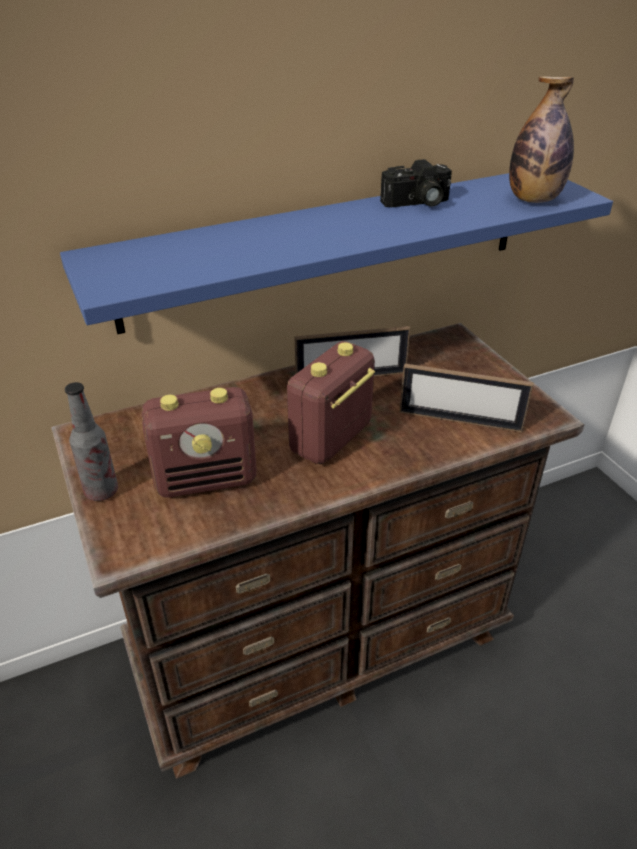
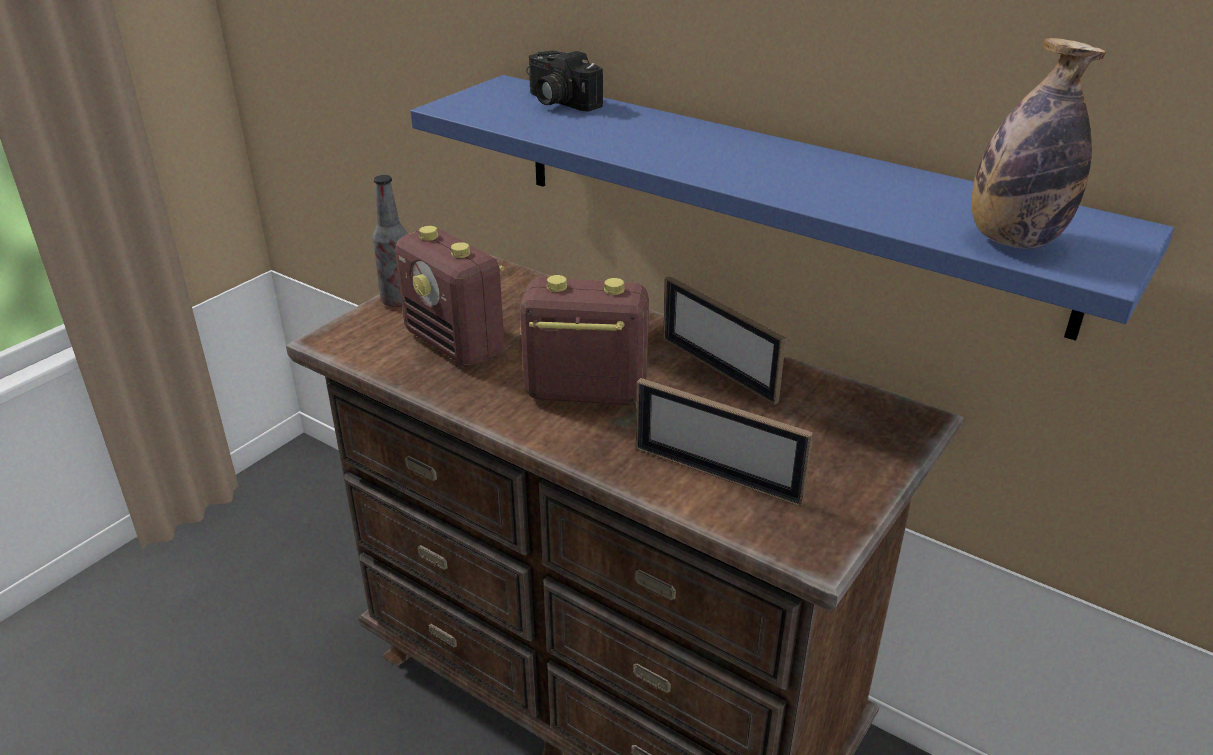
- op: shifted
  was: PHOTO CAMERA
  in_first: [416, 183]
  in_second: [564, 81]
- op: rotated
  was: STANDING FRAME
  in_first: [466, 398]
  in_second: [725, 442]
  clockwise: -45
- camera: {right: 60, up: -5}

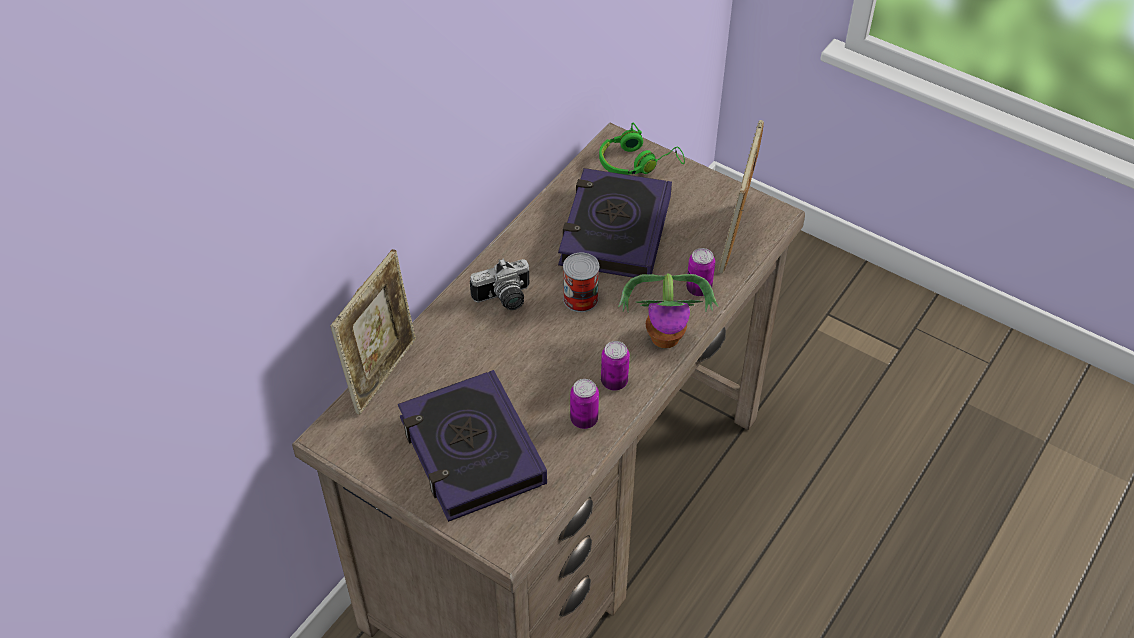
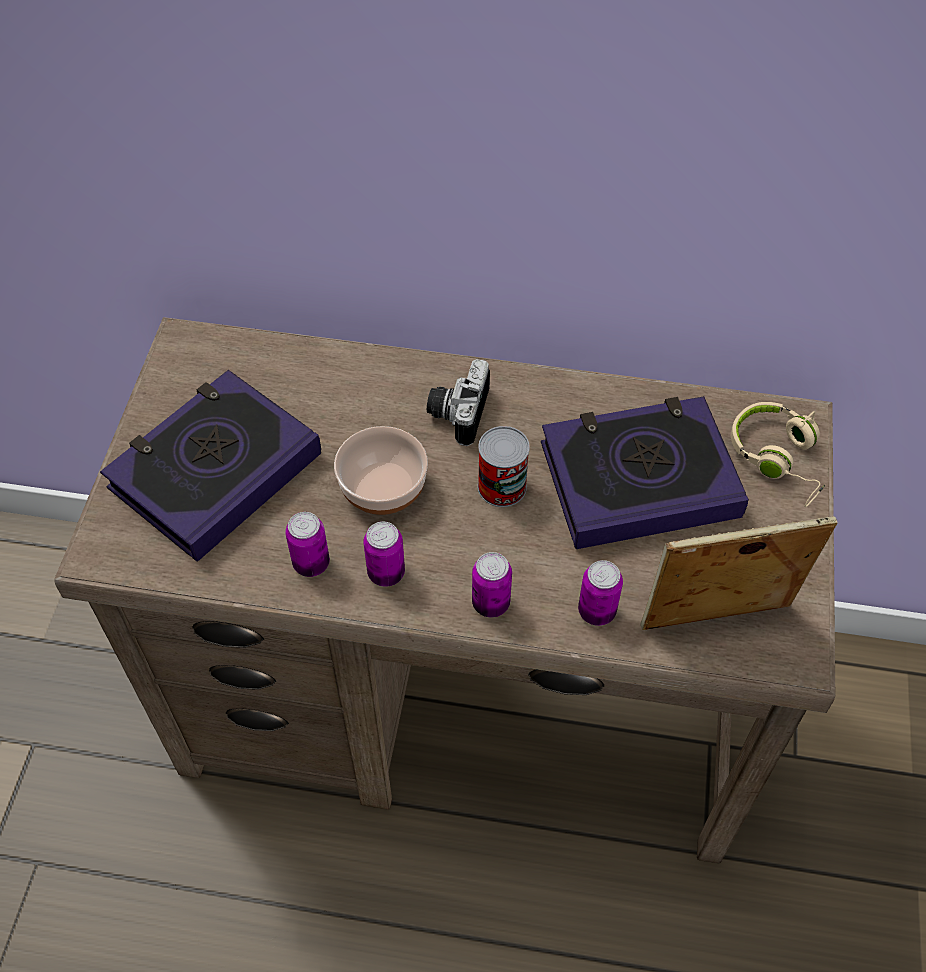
- op: gone
  was: STANDING FRAME
  in_first: [373, 332]
- op: new
  now: SERVING BOWL
  in_second: [381, 470]
- op: swapped
  was: PLANT IN A POT
  now: METAL CAN
  in_first: [668, 310]
  in_second: [492, 584]
- op: repainted
  was: GREEN-COLOURED HEADSET
  now: SAND-COLOURED HEADSET
  in_first: [642, 149]
  in_second: [778, 454]
- op: rotated
  was: PHOTO CAMERA
  in_first: [500, 284]
  in_second: [458, 402]
  clockwise: 60
- camera: {right: 65, up: 5}

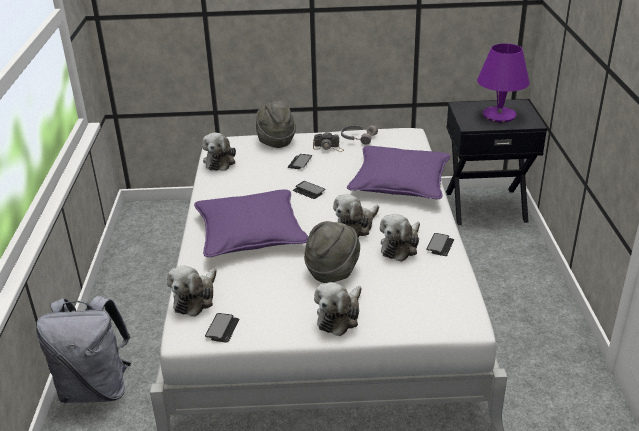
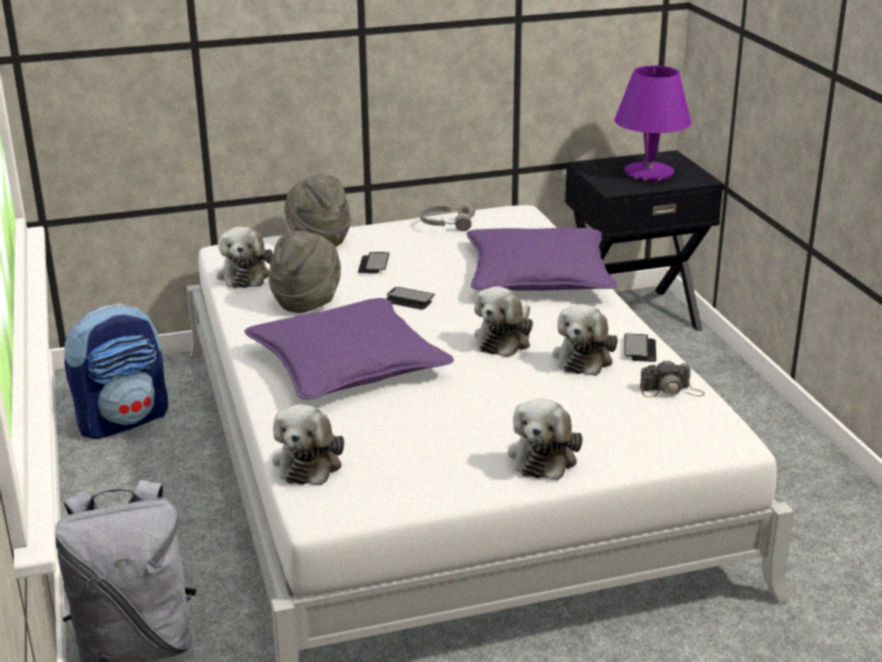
- op: gone
  was: TELEPHONE
  in_first: [222, 328]
- op: new
  now: BACKPACK
  in_second: [116, 371]
- op: shifted
  was: GREYISH CLOTHING HAT
  in_first: [332, 252]
  in_second: [304, 272]
- op: shifted
  was: PHOTO CAMERA
  in_first: [328, 142]
  in_second: [672, 378]
- camera: {right: -15, up: -5}

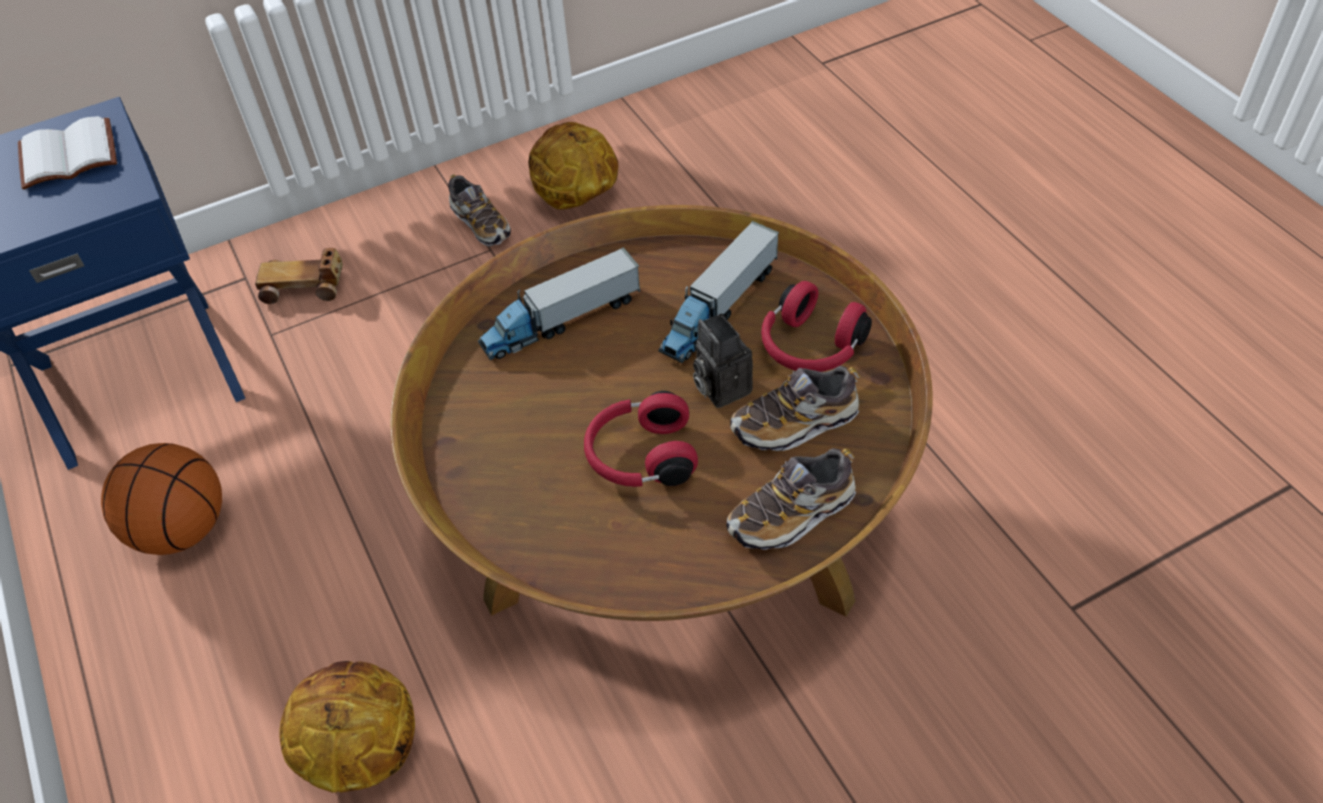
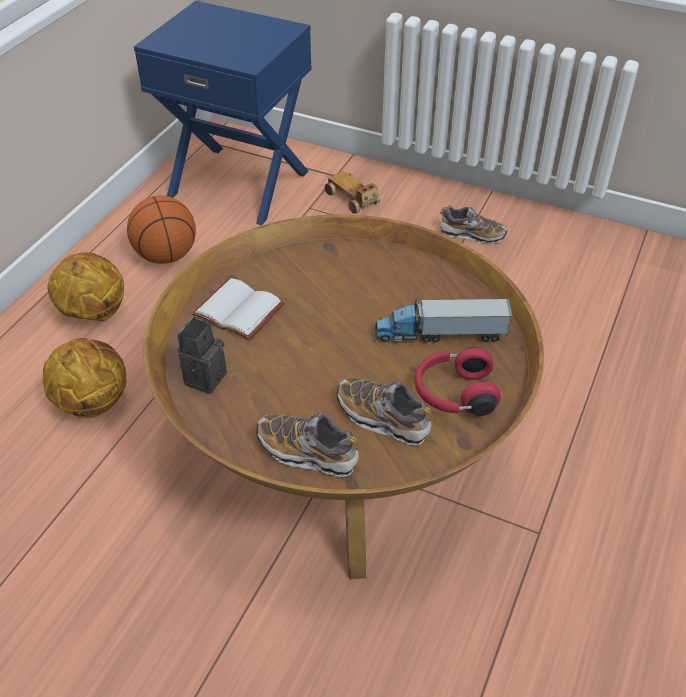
- op: gone
  was: TOY LORRY
  in_first: [559, 303]
- op: gone
  was: RED-COLOURED HEADSET
  in_first: [641, 439]
- op: shifted
  was: WHITISH VOLUME
  in_first: [67, 153]
  in_second: [238, 309]
- op: shifted
  was: BASKETBALL BALL
  in_first: [573, 166]
  in_second: [86, 286]
- op: shifted
  was: PHOTO CAMERA
  in_first: [723, 360]
  in_second: [202, 355]
- op: rotated
  was: SHOE
  in_first: [479, 210]
  in_second: [473, 225]
  clockwise: -90
- camera: {right: 50, up: -5}

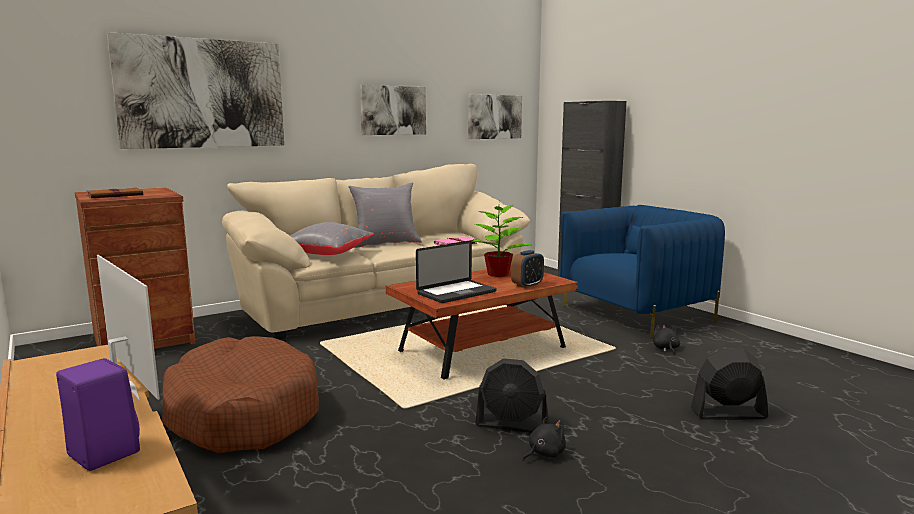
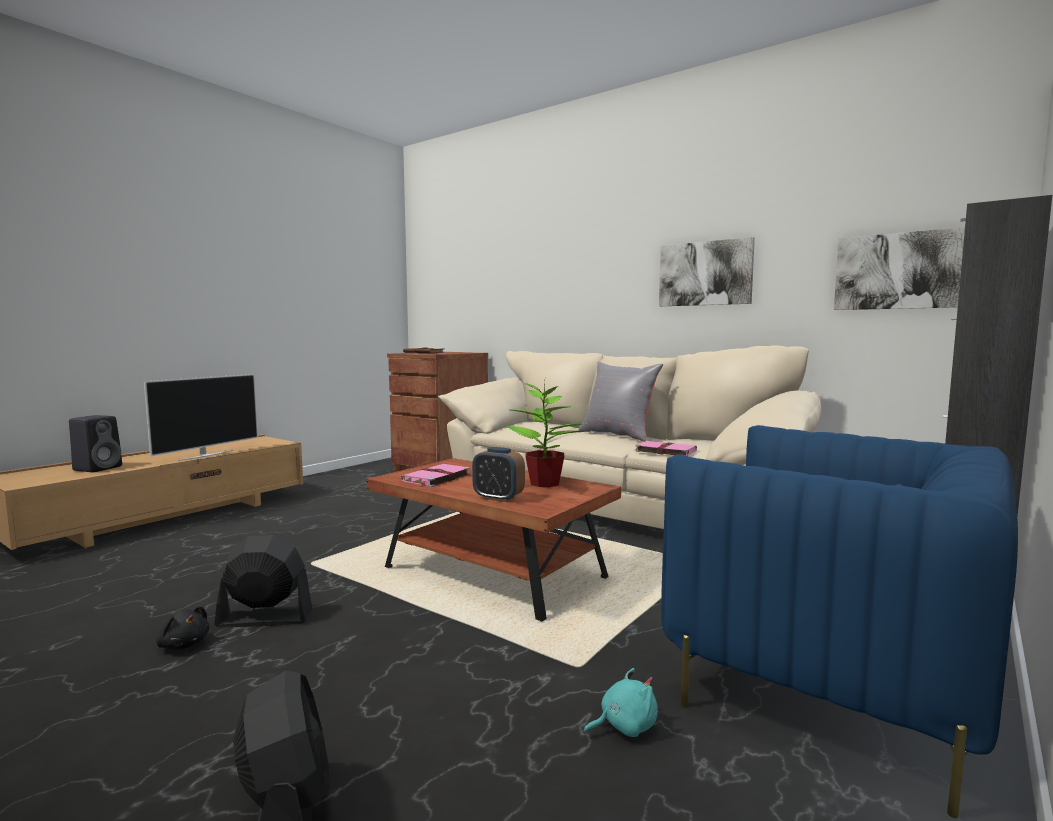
- op: gone
  was: WALL PICTURE
  in_first: [195, 90]
- op: gone
  was: BROWN-COLOURED PET BED
  in_first: [240, 394]
- op: gone
  was: GREYISH PILLOW
  in_first: [332, 238]
- op: swapped
  was: LAPTOP
  now: PINK-COLOURED VOLUME
  in_first: [456, 272]
  in_second: [435, 475]
- op: repainted
  was: PURPLISH SPEAKER
  now: BLACK SPEAKER
  in_first: [98, 414]
  in_second: [95, 443]
- op: repainted
  was: BLACK CUDDLY TOY
  now: BLUE-GREEN CUDDLY TOY
  in_first: [666, 340]
  in_second: [620, 702]
- op: rotated
  was: BLACK ELECTRIC FAN
  in_first: [512, 395]
  in_second: [263, 581]
  clockwise: 90
- camera: {right: 70, up: -5}

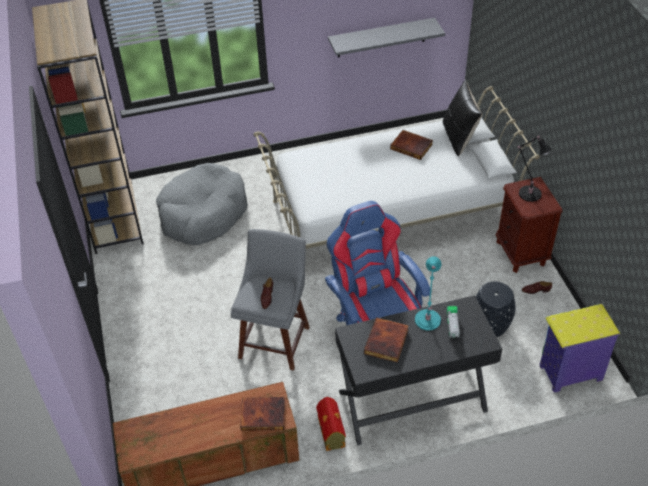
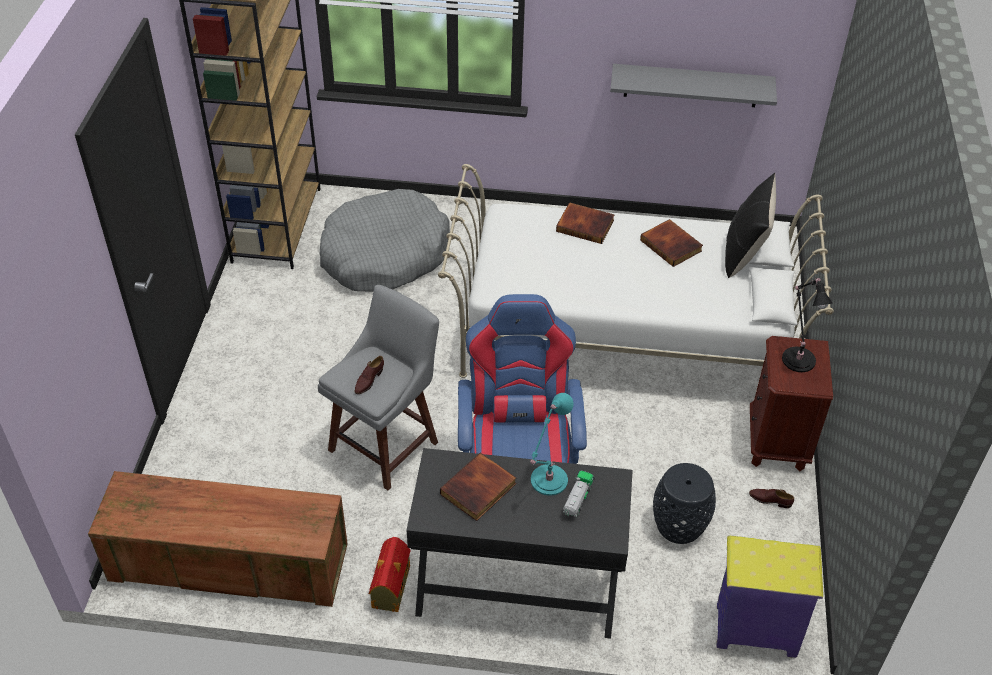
- op: shifted
  was: VOLUME
  in_first: [262, 414]
  in_second: [585, 223]
- camera: {right: 20, up: 0}

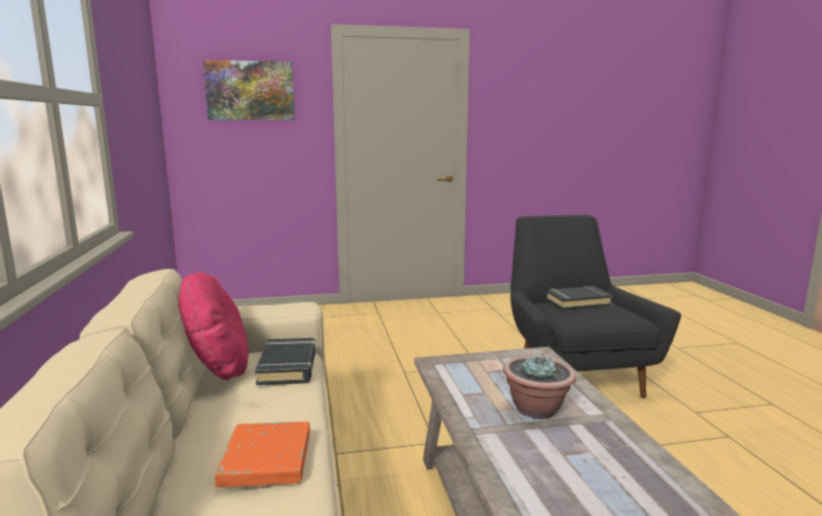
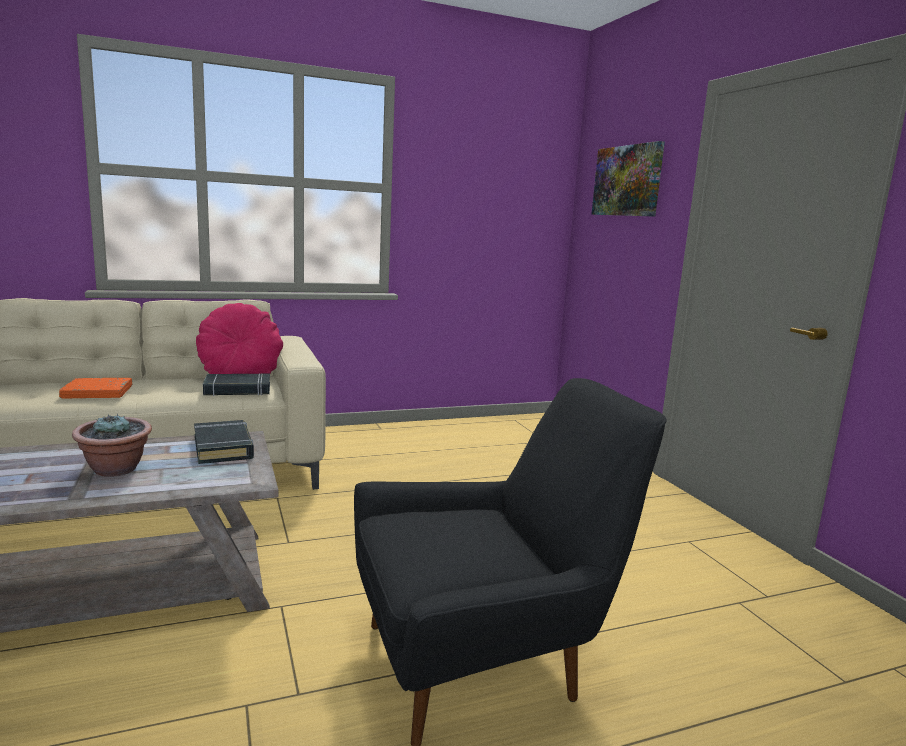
- op: shifted
  was: BLACK VOLUME
  in_first: [579, 298]
  in_second: [224, 442]
- camera: {right: 80, up: 0}

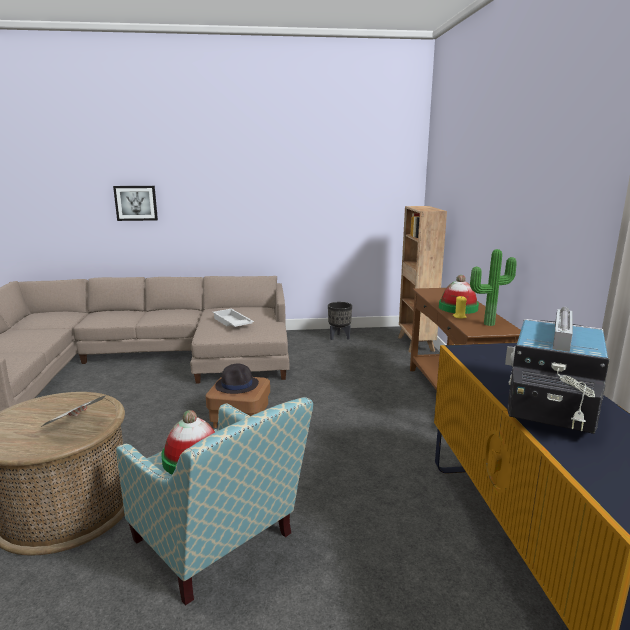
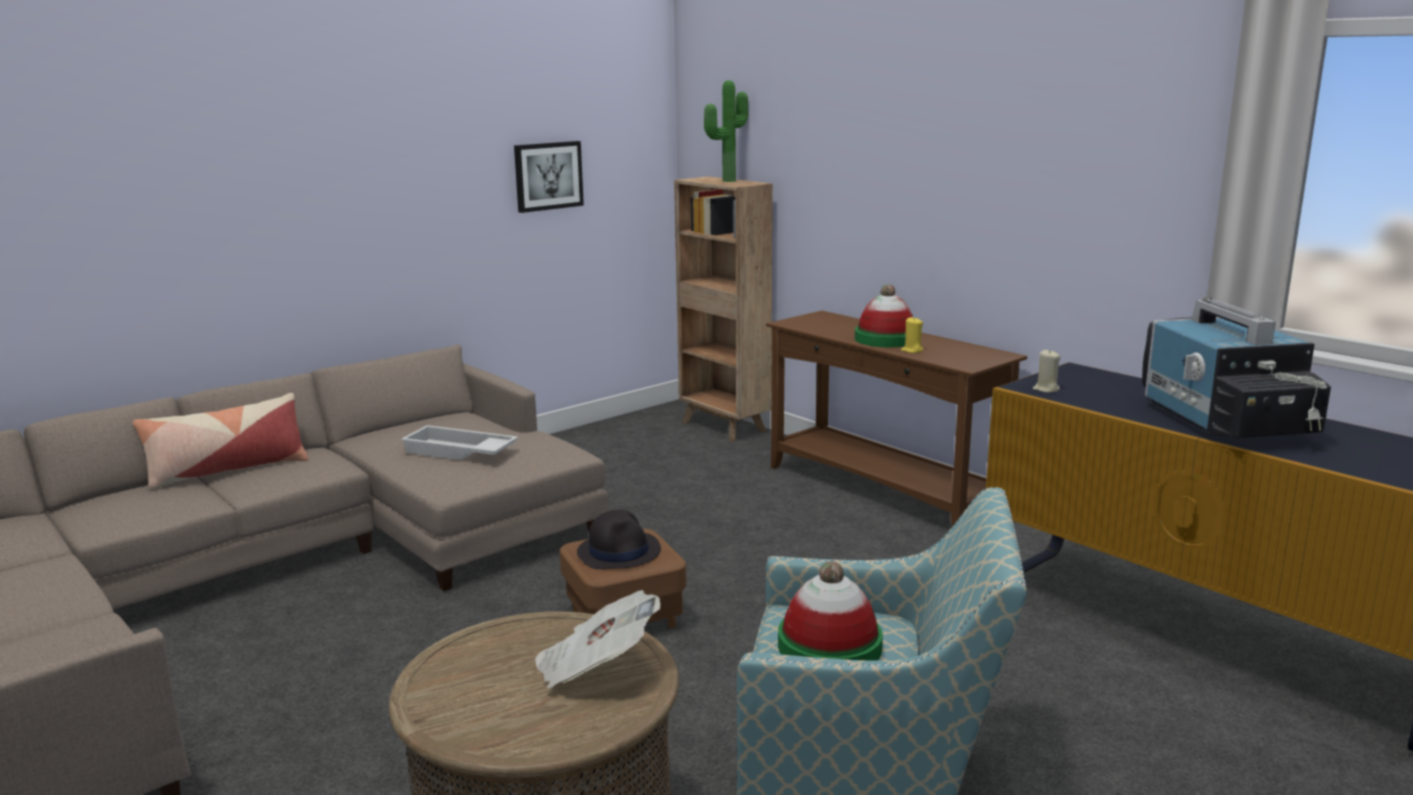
- op: gone
  was: BLACK PLANTER
  in_first: [340, 321]
- op: new
  now: PILLOW
  in_second: [220, 441]
- op: new
  now: SAND-COLOURED WAX CANDLE
  in_second: [1046, 371]
- op: shifted
  was: WALL PICTURE
  in_first: [135, 203]
  in_second: [549, 177]
- op: shifted
  was: PLANT IN A POT
  in_first: [493, 287]
  in_second: [726, 131]
- camera: {right: -35, up: 0}

